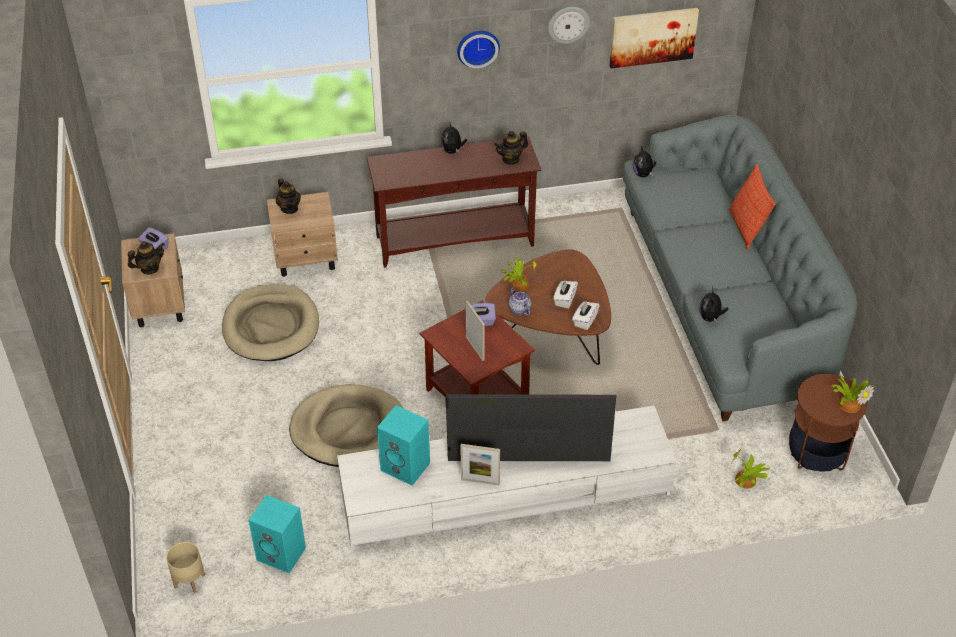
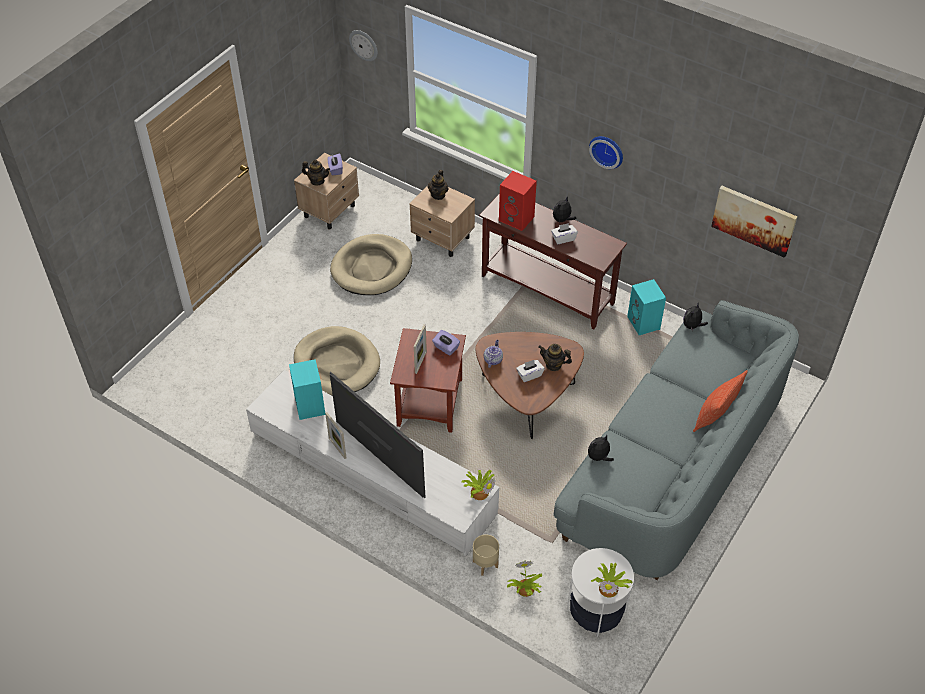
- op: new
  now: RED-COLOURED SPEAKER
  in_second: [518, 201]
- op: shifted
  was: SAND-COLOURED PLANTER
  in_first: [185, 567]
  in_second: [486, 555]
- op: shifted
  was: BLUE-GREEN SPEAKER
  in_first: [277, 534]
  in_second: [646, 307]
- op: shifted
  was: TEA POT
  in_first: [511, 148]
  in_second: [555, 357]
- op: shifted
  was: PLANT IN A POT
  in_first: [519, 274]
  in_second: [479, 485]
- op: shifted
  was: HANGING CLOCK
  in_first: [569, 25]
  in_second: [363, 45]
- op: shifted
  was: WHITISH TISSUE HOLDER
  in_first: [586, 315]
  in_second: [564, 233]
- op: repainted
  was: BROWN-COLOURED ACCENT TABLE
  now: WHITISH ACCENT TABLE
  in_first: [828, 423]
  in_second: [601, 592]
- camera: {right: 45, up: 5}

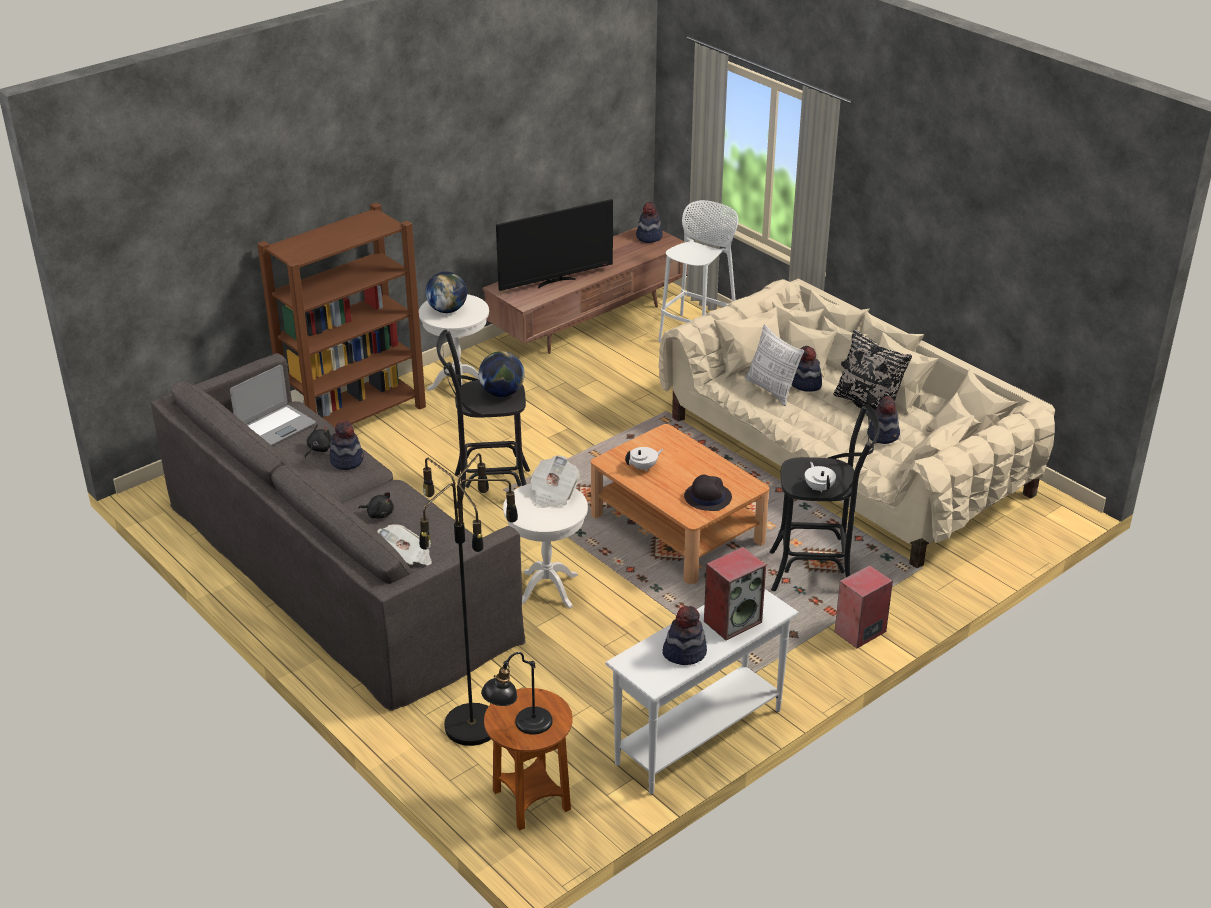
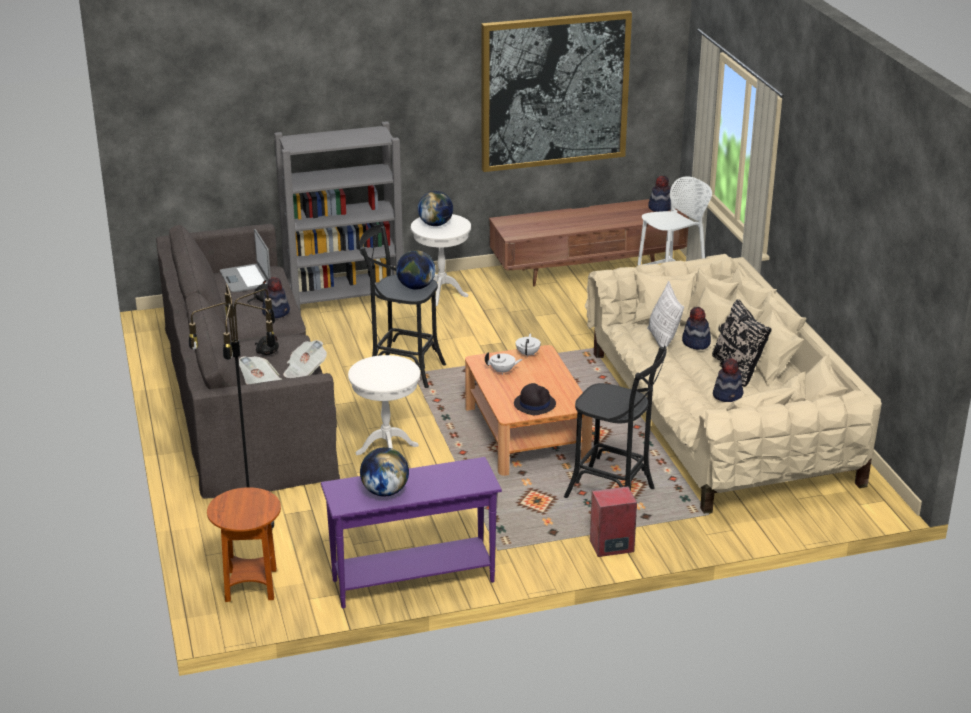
- op: gone
  was: BLACK TABLE LAMP
  in_first: [517, 693]
- op: gone
  was: TV
  in_first: [554, 245]
- op: gone
  was: SPEAKER
  in_first: [735, 593]
- op: new
  now: WALL PICTURE
  in_second: [556, 91]
- op: shifted
  was: NEWSPAPER
  in_first: [555, 481]
  in_second: [305, 359]
- op: shifted
  was: WHITISH TEA POT
  in_first: [820, 477]
  in_second: [528, 345]
- op: swapped
  was: CLOTHING HAT
  now: GLOBE
  in_first: [685, 635]
  in_second: [384, 471]
- op: repainted
  was: BROWN-COLOURED BOOKCASE
  now: GREYISH BOOKCASE
  in_first: [341, 314]
  in_second: [338, 217]
- op: repainted
  was: WHITISH NARROW TABLE
  now: PURPLISH NARROW TABLE
  in_first: [702, 691]
  in_second: [411, 533]
- op: rotated
  was: LAPTOP
  in_first: [273, 405]
  in_second: [245, 260]
  clockwise: 90
- camera: {right: 25, up: -5}

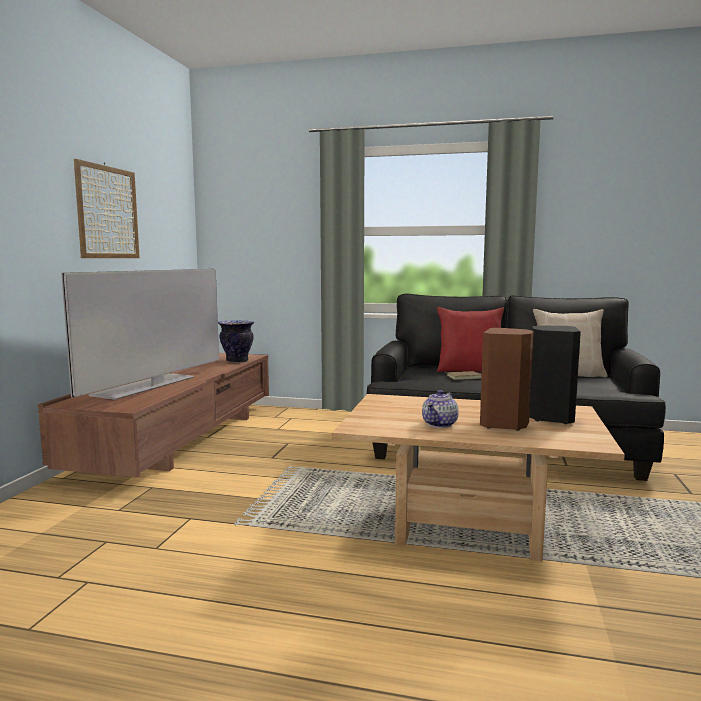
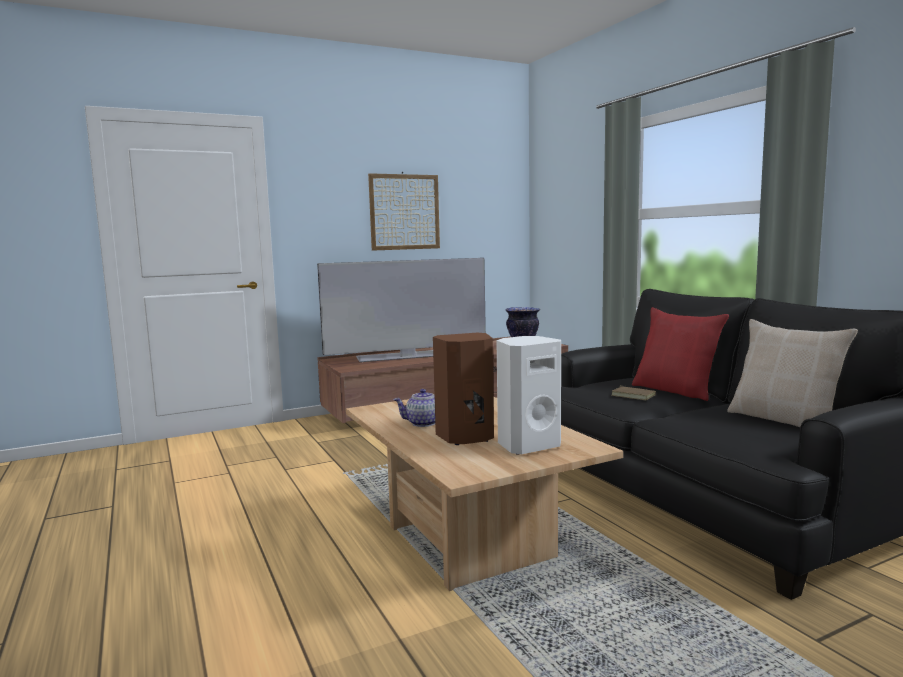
- op: repainted
  was: BLACK SPEAKER
  now: WHITISH SPEAKER
  in_first: [555, 375]
  in_second: [528, 395]
- camera: {right: 50, up: 0}

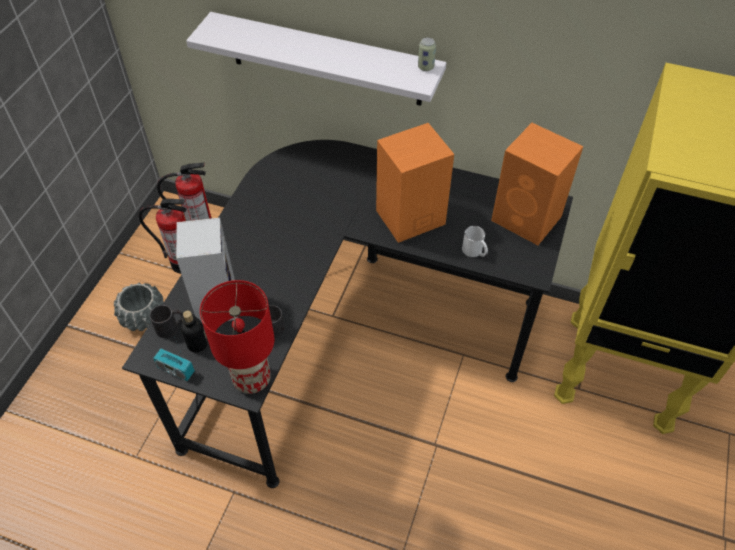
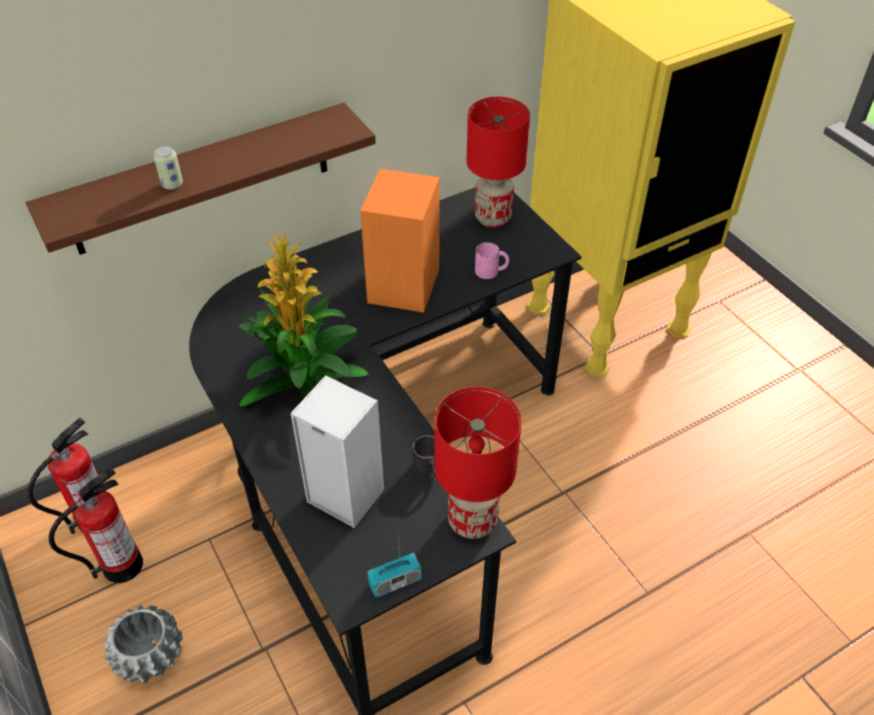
- op: gone
  was: BLACK MUG
  in_first: [166, 321]
- op: gone
  was: DRINK BOTTLE
  in_first: [194, 331]
- op: new
  now: PLANT IN A POT
  in_second: [304, 319]
- op: shifted
  was: METAL CAN
  in_first: [427, 54]
  in_second: [168, 168]
- op: swapped
  was: ORANGE-COLOURED SPEAKER
  now: RED-COLOURED TABLE LAMP
  in_first: [537, 184]
  in_second: [498, 162]
- op: repainted
  was: WHITISH SHELF
  now: BROWN-COLOURED SHELF
  in_first: [316, 59]
  in_second: [201, 179]
- op: repainted
  was: WHITISH MUG
  now: PINK-COLOURED MUG
  in_first: [475, 241]
  in_second: [492, 260]
- camera: {right: -50, up: -5}

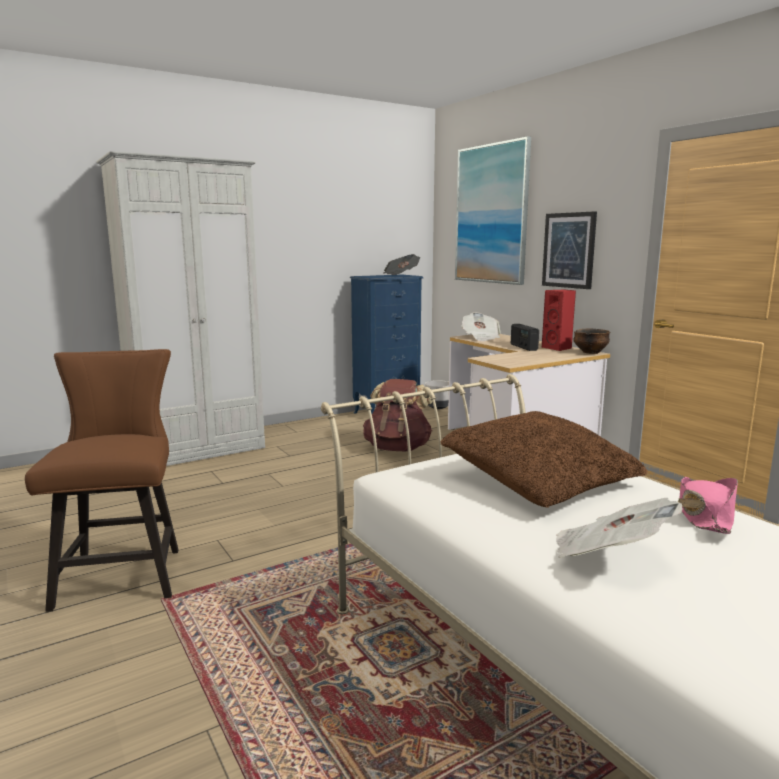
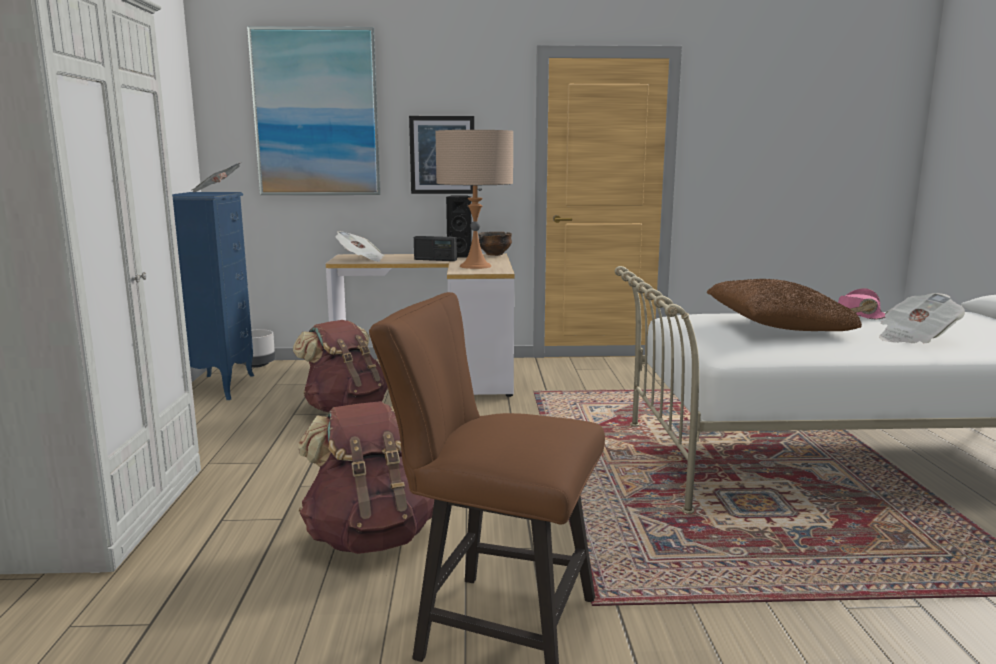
- op: new
  now: BROWN-COLOURED BACKPACK
  in_second: [366, 477]
- op: new
  now: SAND-COLOURED TABLE LAMP
  in_second: [474, 199]
- op: repainted
  was: RED-COLOURED SPEAKER
  now: BLACK SPEAKER
  in_first: [559, 320]
  in_second: [459, 226]
- camera: {right: -60, up: 0}

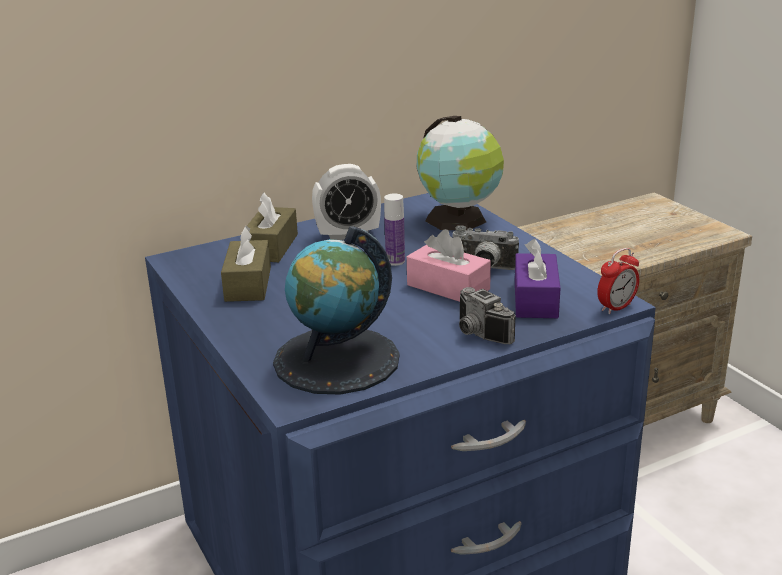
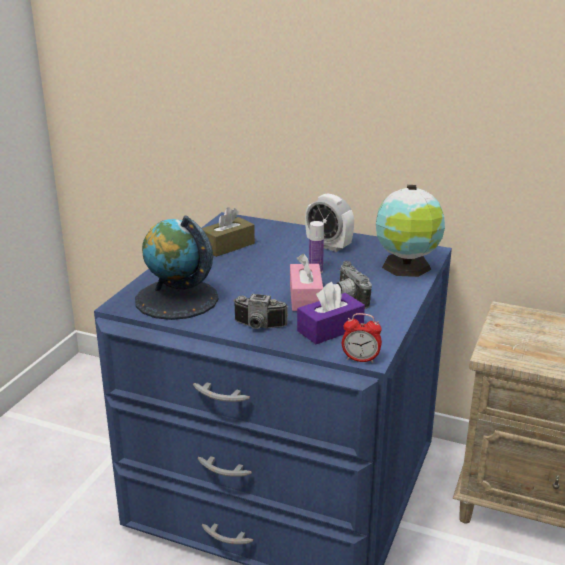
- op: gone
  was: BROWN-COLOURED TISSUE HOLDER
  in_first: [272, 227]
- op: rotated
  was: PHOTO CAMERA
  in_first: [487, 315]
  in_second: [260, 311]
  clockwise: -90
- camera: {right: 50, up: 0}

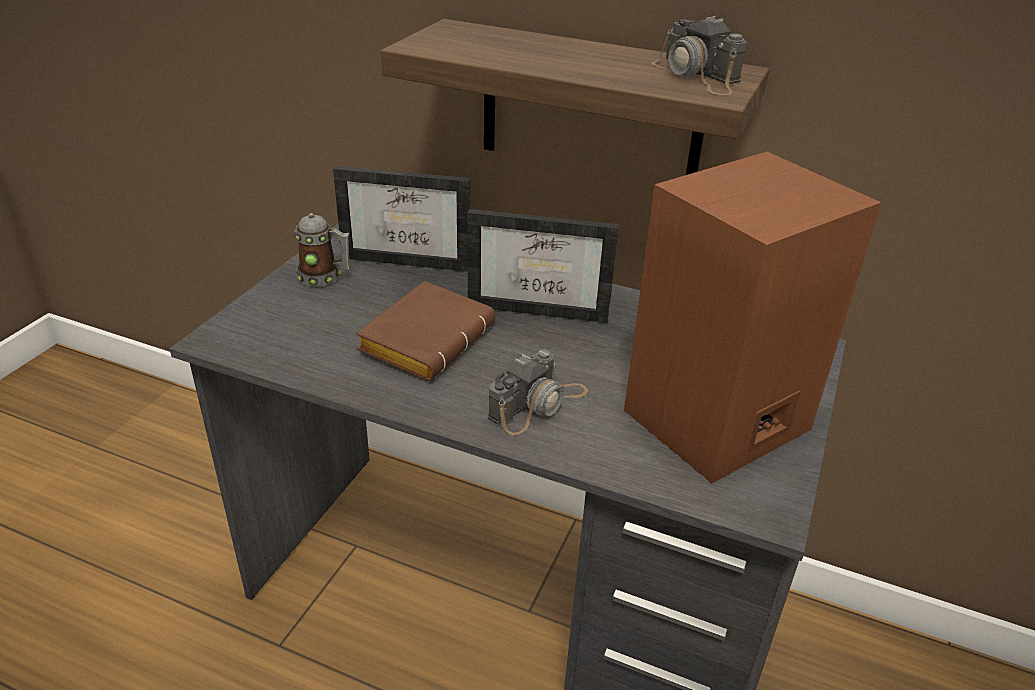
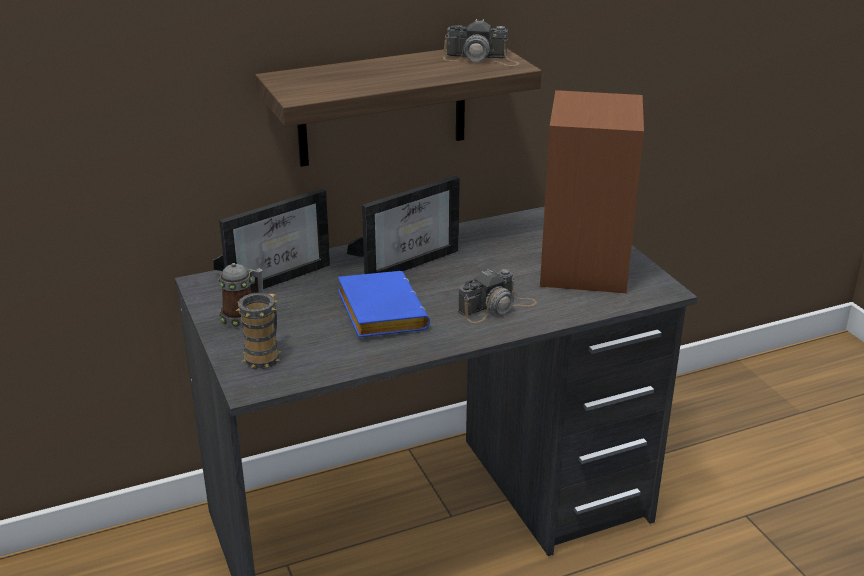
- op: new
  now: MUG
  in_second: [258, 331]
- op: repainted
  was: BROWN-COLOURED VOLUME
  now: BLUISH VOLUME
  in_first: [425, 331]
  in_second: [384, 304]
- op: rotated
  was: PHOTO CAMERA
  in_first: [538, 392]
  in_second: [497, 296]
  clockwise: 60
- camera: {right: -45, up: -5}

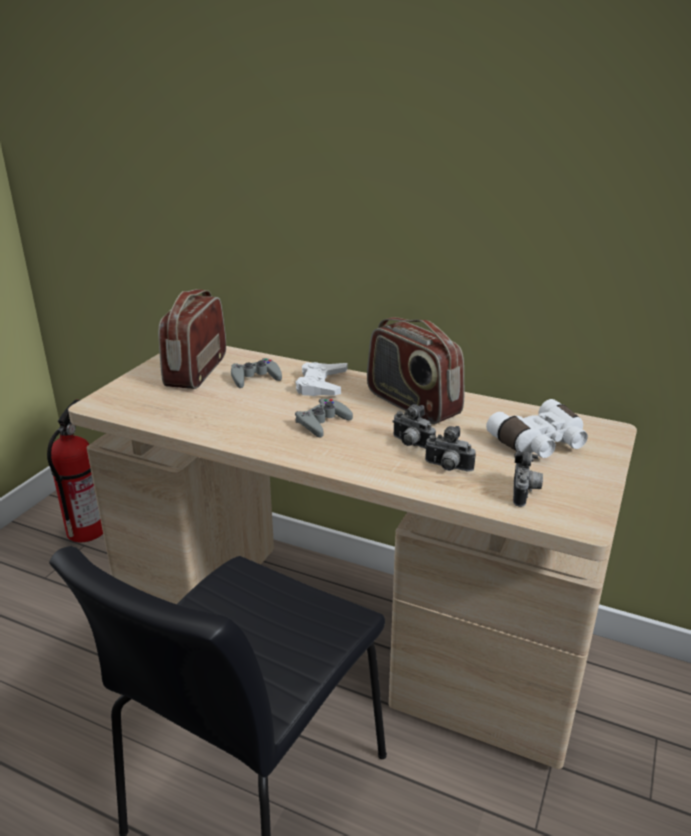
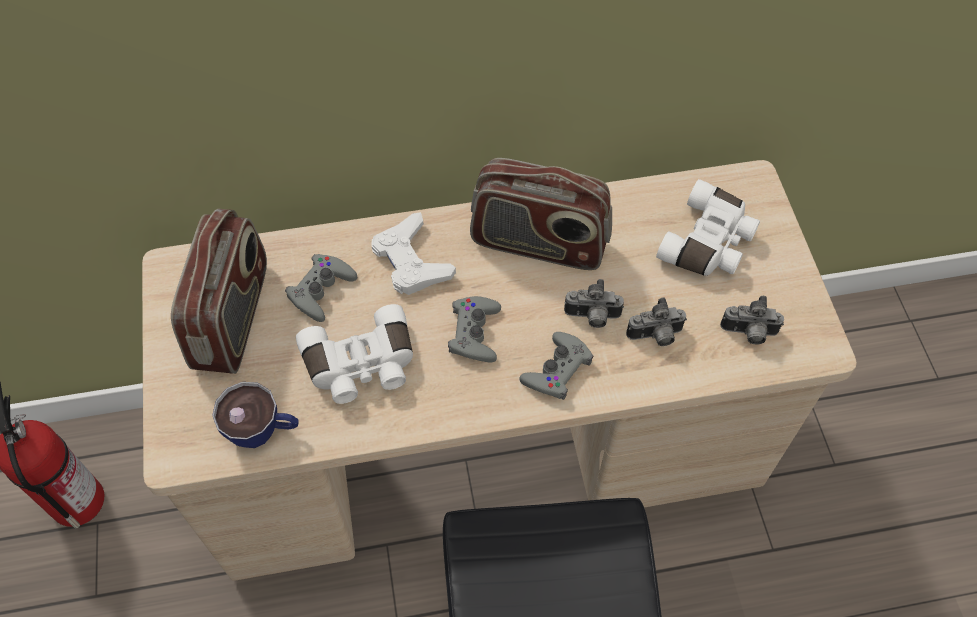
- op: new
  now: SMALL CUP
  in_second: [255, 415]
- op: new
  now: WHITISH FIELD GLASSES
  in_second: [354, 354]
- op: new
  now: GREYISH GAME CONTROLLER
  in_second: [556, 366]
- op: rotated
  was: RADIO RECEIVER
  in_first: [192, 339]
  in_second: [219, 291]
  clockwise: -150
- op: rotated
  was: PHOTO CAMERA
  in_first: [528, 479]
  in_second: [752, 320]
  clockwise: 120
- camera: {right: -35, up: 30}

